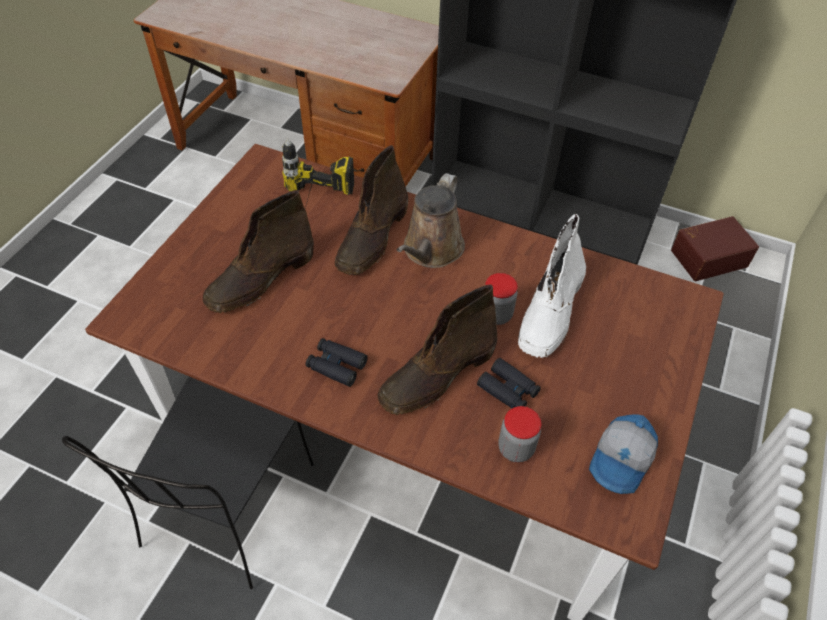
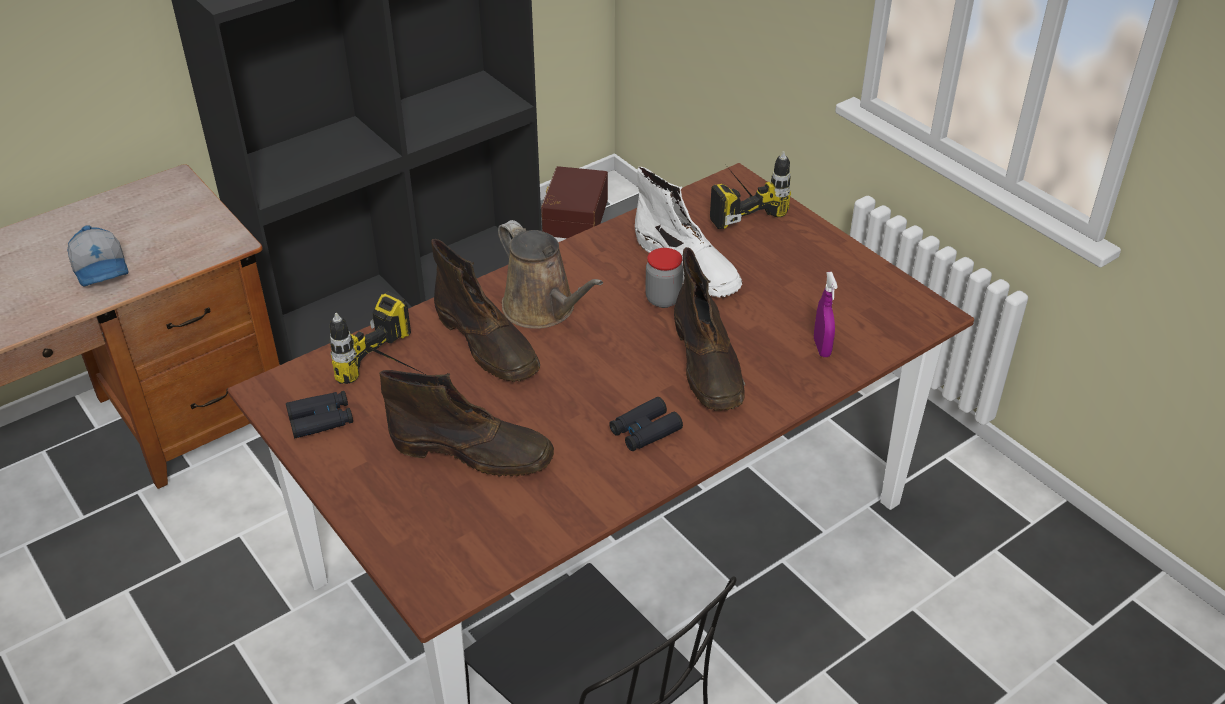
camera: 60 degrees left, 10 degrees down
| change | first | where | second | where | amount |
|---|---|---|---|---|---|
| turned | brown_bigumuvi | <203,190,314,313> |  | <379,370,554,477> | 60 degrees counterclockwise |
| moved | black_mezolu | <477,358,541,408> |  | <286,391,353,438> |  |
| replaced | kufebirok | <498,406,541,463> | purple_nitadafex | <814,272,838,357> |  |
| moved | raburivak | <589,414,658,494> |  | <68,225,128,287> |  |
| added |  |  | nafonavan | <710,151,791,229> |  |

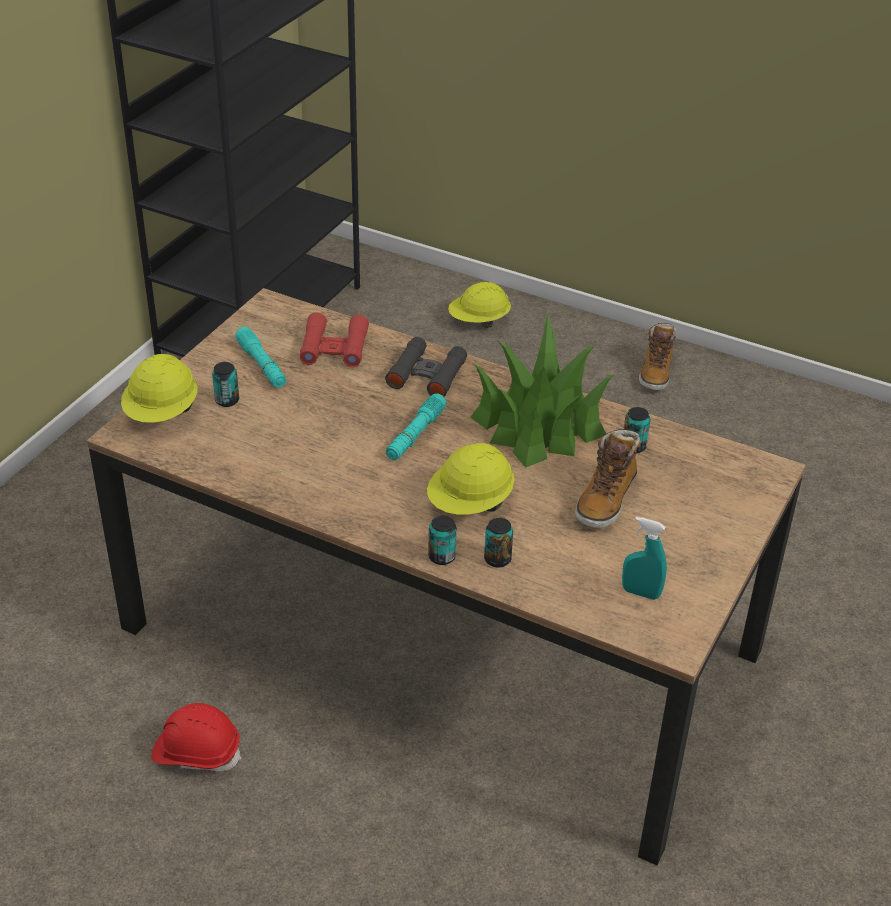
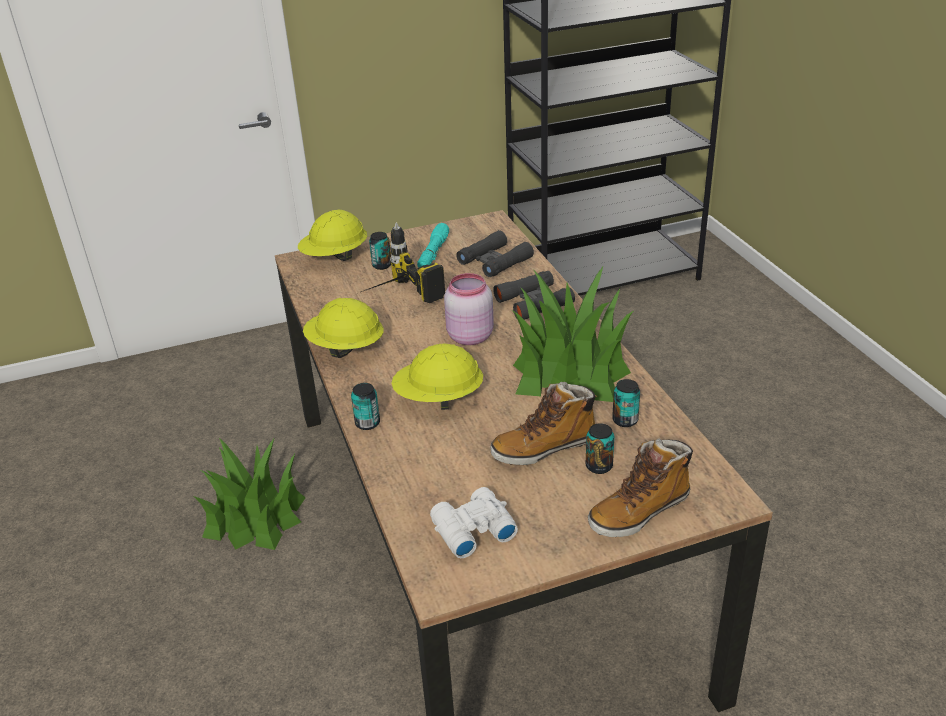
camera: 45 degrees right, 5 degrees down
| change | first | where | second | where | amount |
|---|---|---|---|---|---|
| moved | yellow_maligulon | <448,282,511,328> |  | <303,298,384,358> |  |
| recoloured | red_mezolu | <300,312,369,367> | black_mezolu | <456,230,534,277> |  |
| moved | bigumuvi | <639,323,676,390> |  | <588,439,693,537> |  |
| replaced | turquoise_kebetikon | <386,393,446,460> | pink_kufebirok | <444,273,494,345> |  |
| replaced | turquoise_nitadafex | <622,517,667,600> | white_mezolu | <430,487,518,558> |  |
| moved | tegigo | <484,518,513,568> |  | <586,423,615,474> |  |
| replaced | red_maligulon | <151,703,242,771> | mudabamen | <194,438,305,550> |  |
| added |  |  | nafonavan | <361,222,445,303> |  |

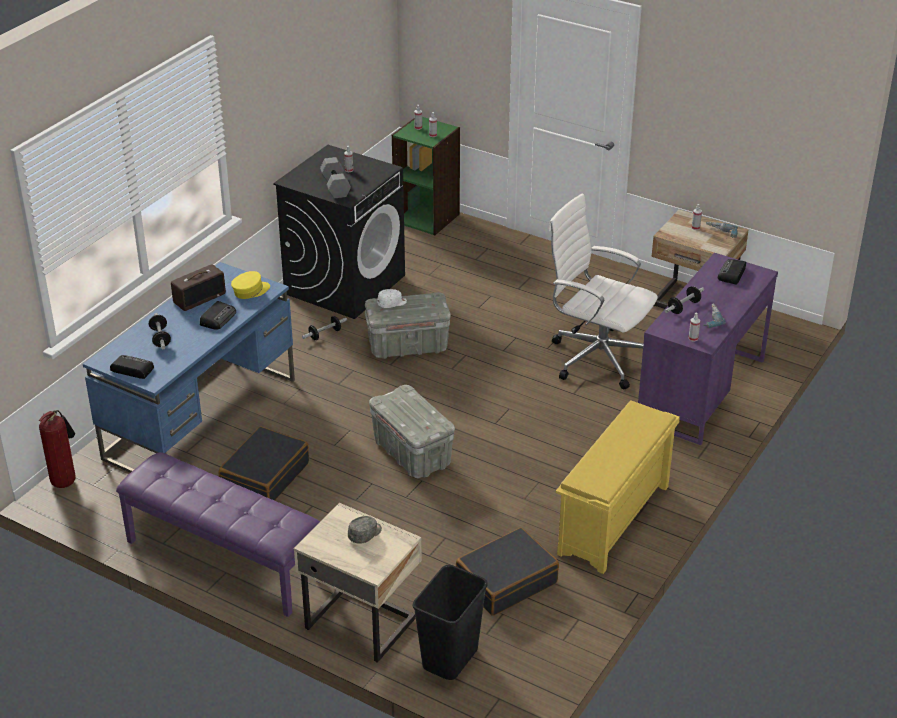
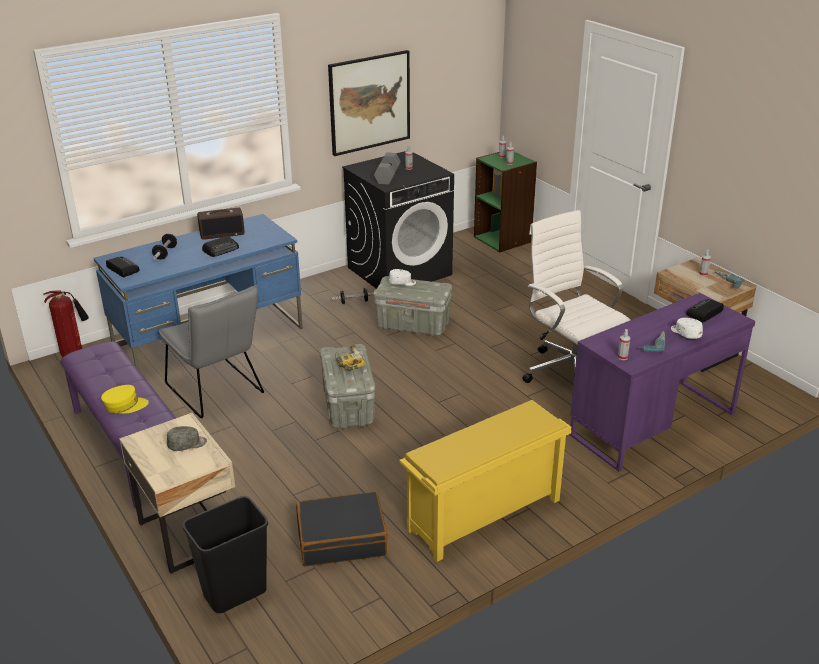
camera: 25 degrees right, 5 degrees down
| change | first | where | second | where | amount |
|---|---|---|---|---|---|
| moved | yellow_raburivak | <231,271,270,299> |  | <101,385,149,413> |  |
| removed | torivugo | <665,286,704,314> |  |  |  |
| replaced | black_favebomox | <219,427,309,501> | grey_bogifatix | <159,285,264,418> |  |
| added |  |  | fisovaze | <328,50,410,156> |  |
| added |  |  | white_raburivak | <671,318,703,339> |  |
| added |  |  | nafonavan | <335,345,365,372> |  |

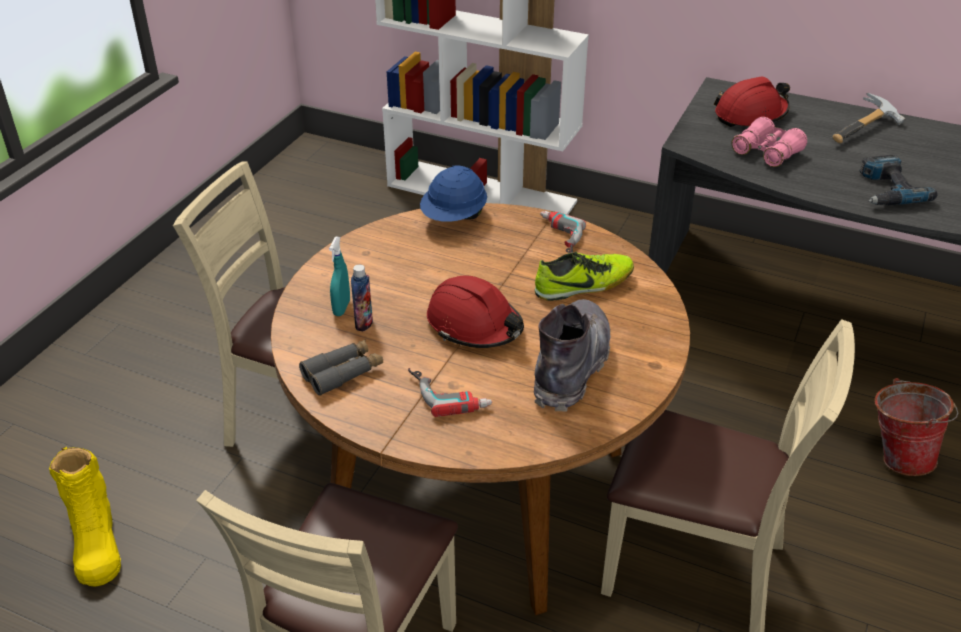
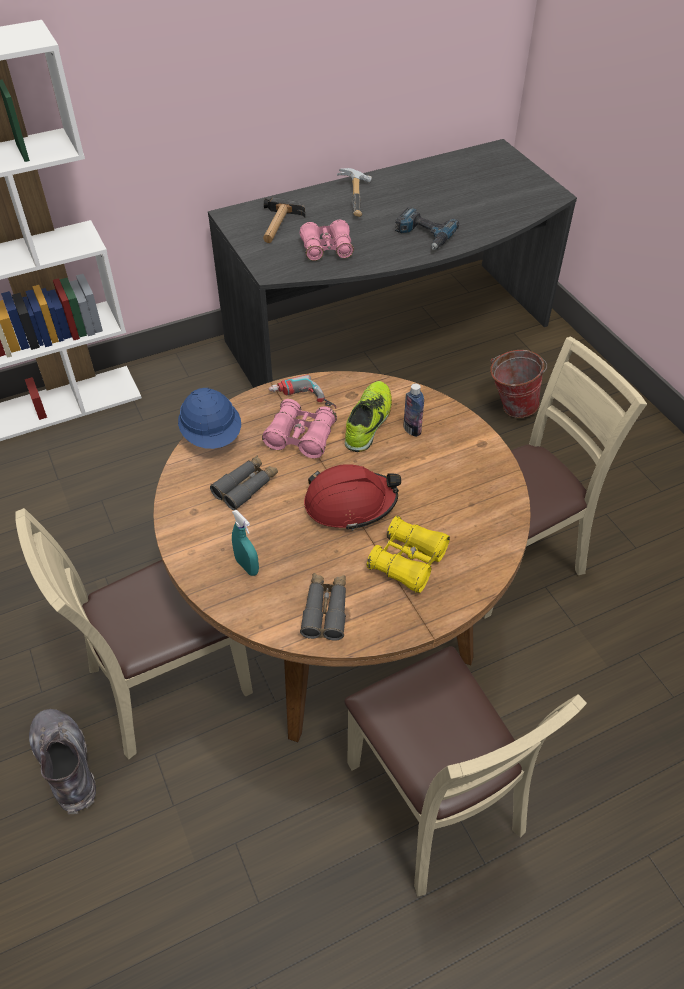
camera: 50 degrees left, 10 degrees up
| change | first | where | second | where | amount |
|---|---|---|---|---|---|
| replaced | red_maligulon | <714,76,790,127> | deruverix | <263,197,305,243> |  |
| moved | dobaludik | <351,265,373,331> |  | <403,384,424,437> |  |
| moved | grey_bigumuvi | <534,299,611,411> |  | <29,709,96,814> |  |
| replaced | nafonavan | <408,368,492,417> | yellow_mezolu | <367,516,450,593> |  |
| removed | yellow_bigumuvi | <49,447,121,587> |  |  |  |
| added |  |  | pink_mezolu | <262,399,337,459> |  |
| added |  |  | grey_mezolu | <210,455,278,510> |  |

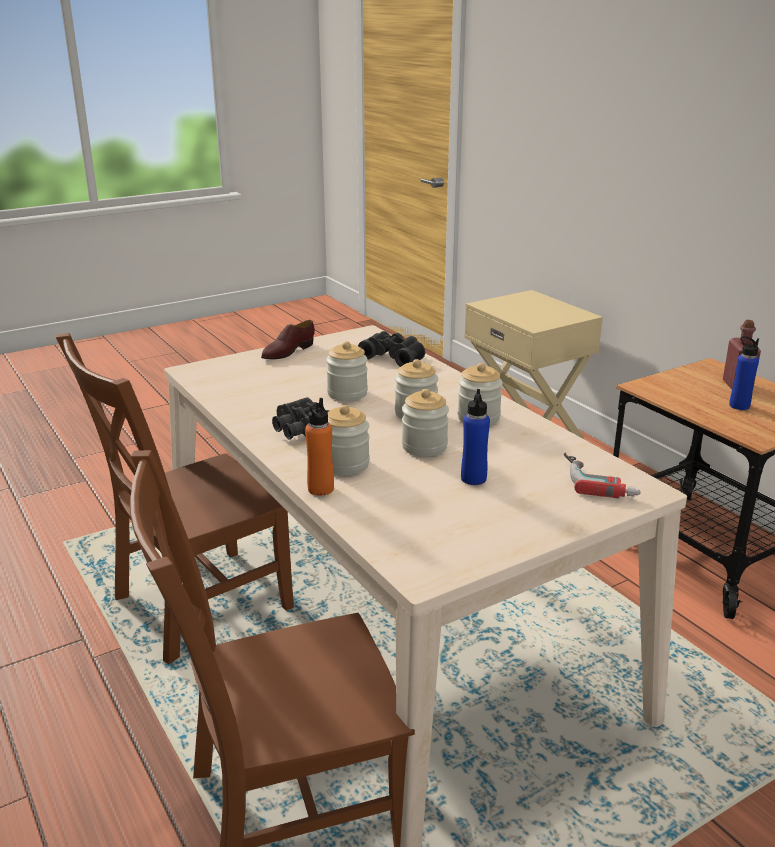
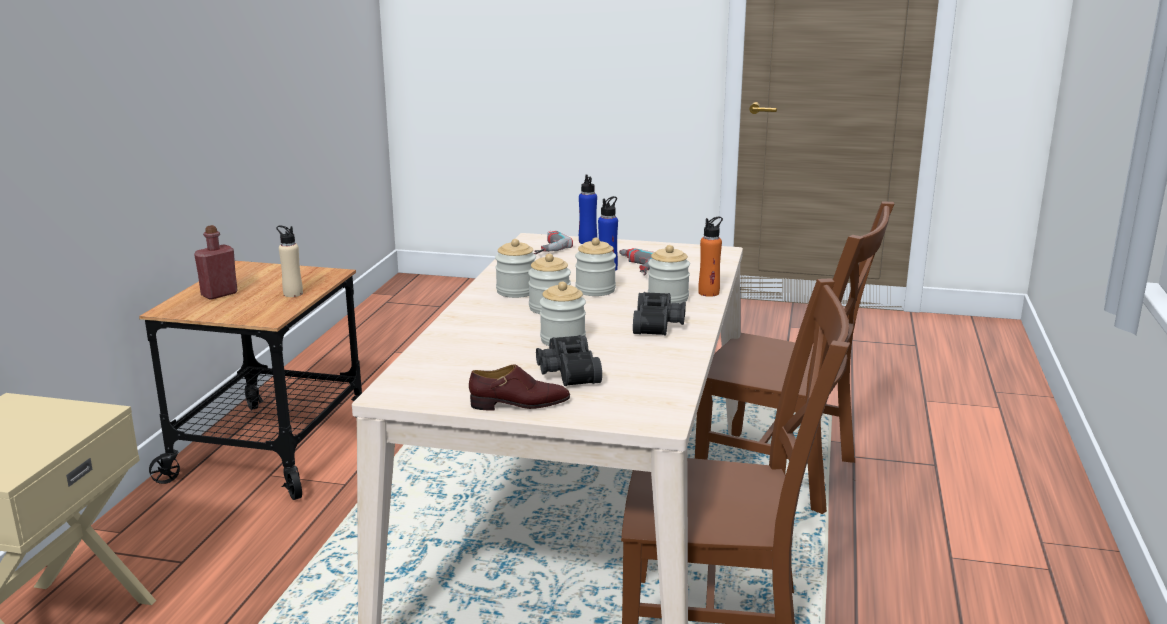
camera: 135 degrees left, 5 degrees down
| change | first | where | second | where | amount |
|---|---|---|---|---|---|
| moved | black_mezolu | <358,331,425,367> |  | <536,335,602,386> |  |
| moved | blue_dobaludik | <729,336,759,410> |  | <579,175,597,244> |  |
| added |  |  | beige_dobaludik | <276,225,303,297> |  |
| added |  |  | nafonavan | <619,248,654,276> |  |

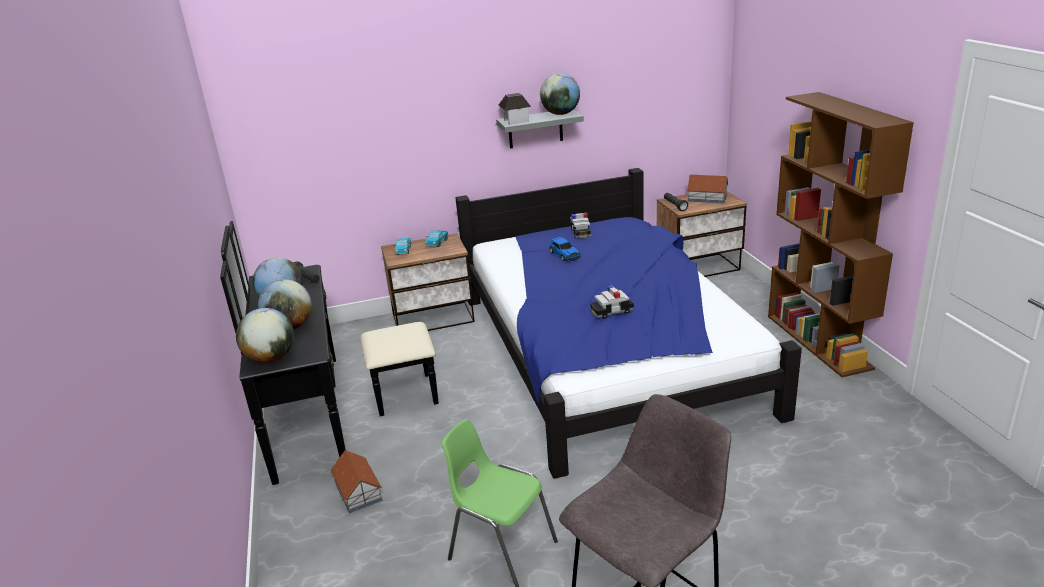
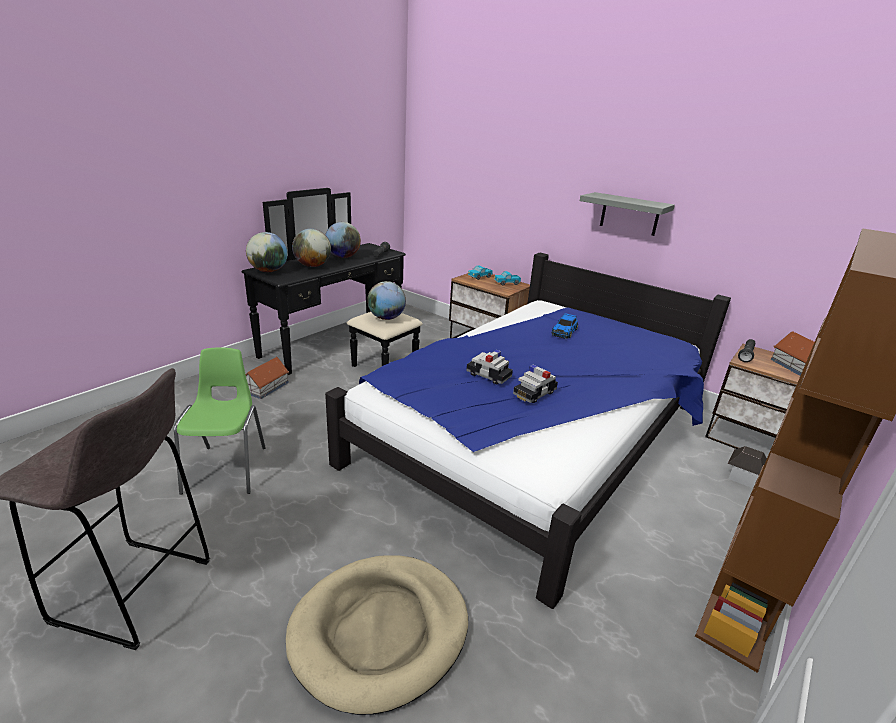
camera: 50 degrees right, 0 degrees up
| change | first | where | second | where | amount |
|---|---|---|---|---|---|
| moved | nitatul | <540,73,580,115> |  | <367,281,406,320> |  |
| moved | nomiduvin | <499,93,531,125> |  | <728,446,767,488> |  |
| moved | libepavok | <570,213,591,238> |  | <513,365,558,403> |  |
| added |  |  | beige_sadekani | <286,555,468,715> |  |

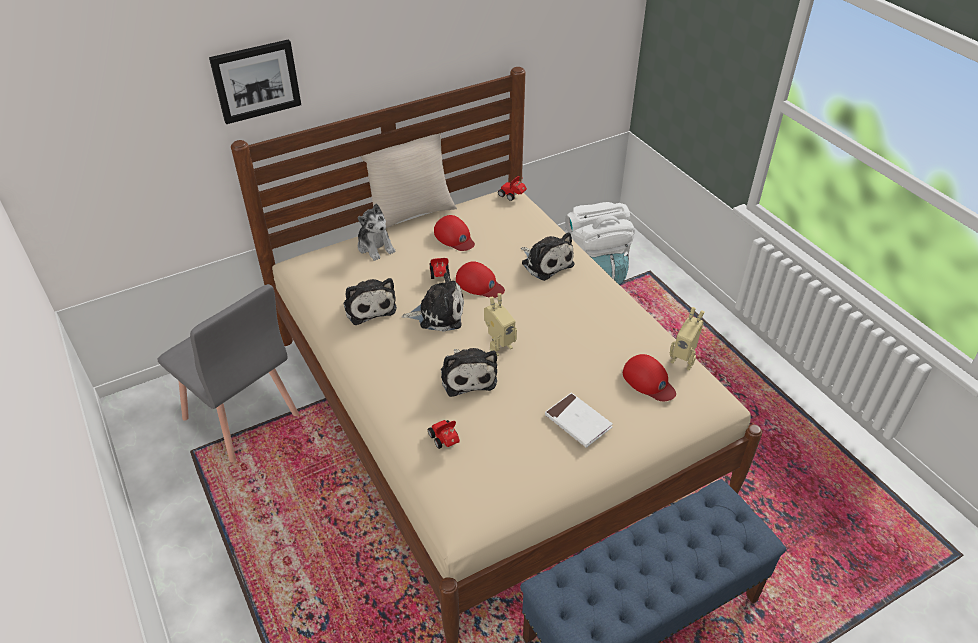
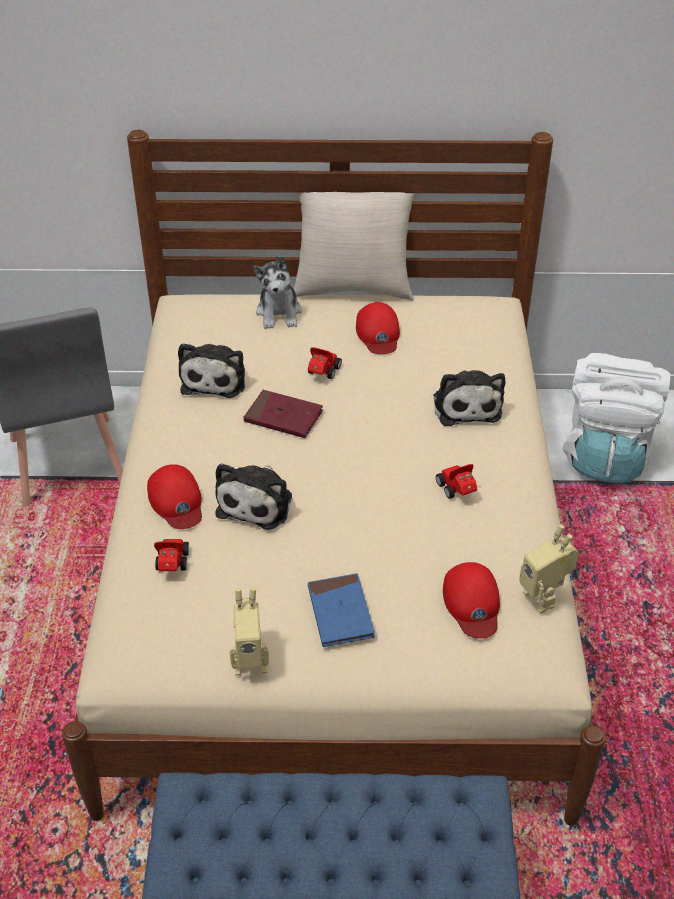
camera: 30 degrees right, 0 degrees up
| change | first | where | second | where | amount |
|---|---|---|---|---|---|
| removed | fisovaze | <209,39,301,124> |  |  |  |
| moved | libepavok | <498,176,527,201> |  | <436,464,477,499> |  |
| moved | red_raburivak | <456,261,505,298> |  | <147,464,202,529> |  |
| replaced | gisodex | <401,273,464,332> | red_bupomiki | <243,390,323,438> |  |
| moved | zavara | <484,293,517,356> |  | <230,587,269,675> |  |
| recoloured | white_bupomiki | <545,393,612,448> | blue_bupomiki | <308,573,375,647> |  |

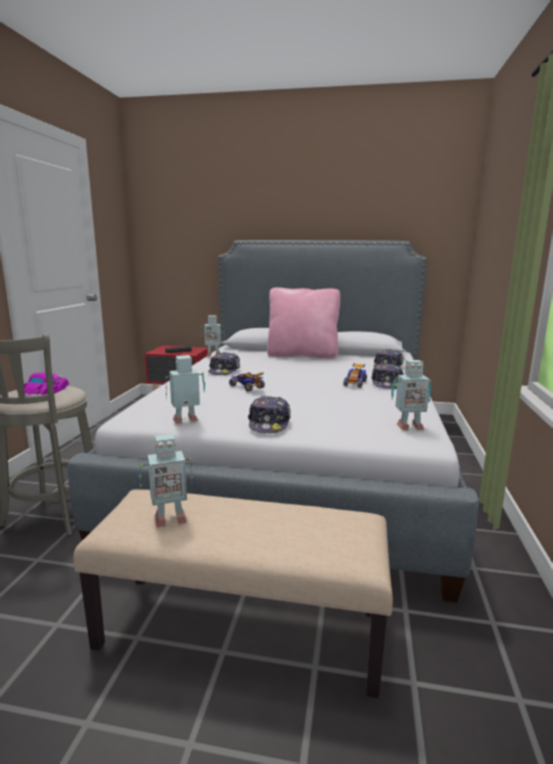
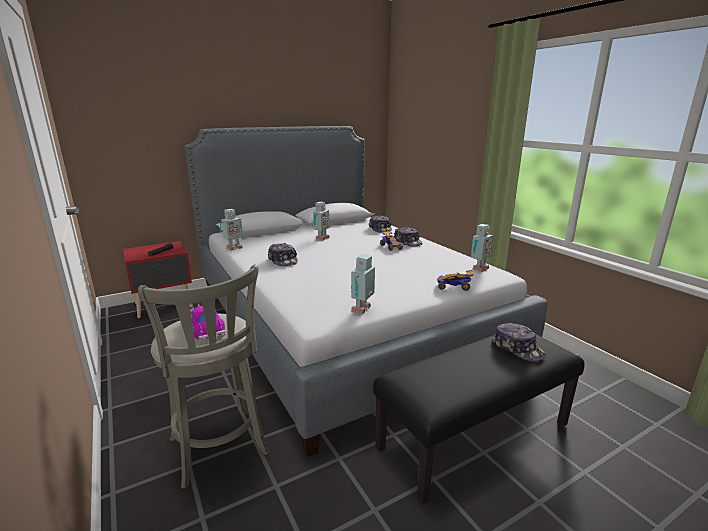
camera: 40 degrees left, 5 degrees up
| change | first | where | second | where | amount |
|---|---|---|---|---|---|
| removed | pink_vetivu | <267,287,340,358> |  |  |  |
| moved | libepavok | <229,372,265,392> |  | <437,270,474,291> |  |
| moved | raburivak | <248,396,291,433> |  | <492,323,546,361> |  |
| moved | zavara | <139,434,193,527> |  | <313,202,330,240> |  |
| recoloured | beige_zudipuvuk | <73,489,393,698> | black_zudipuvuk | <373,334,584,504> |  |

